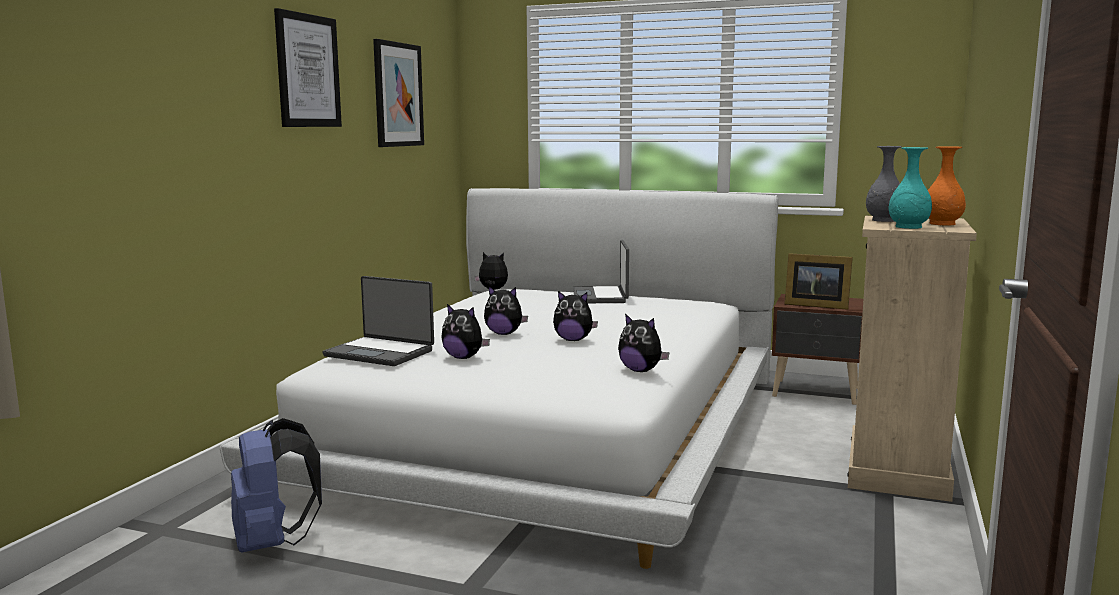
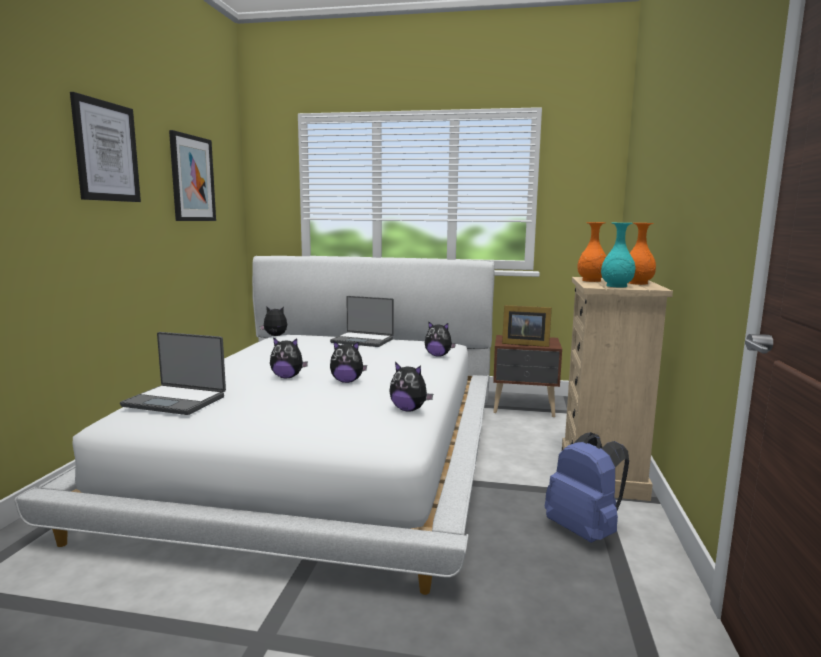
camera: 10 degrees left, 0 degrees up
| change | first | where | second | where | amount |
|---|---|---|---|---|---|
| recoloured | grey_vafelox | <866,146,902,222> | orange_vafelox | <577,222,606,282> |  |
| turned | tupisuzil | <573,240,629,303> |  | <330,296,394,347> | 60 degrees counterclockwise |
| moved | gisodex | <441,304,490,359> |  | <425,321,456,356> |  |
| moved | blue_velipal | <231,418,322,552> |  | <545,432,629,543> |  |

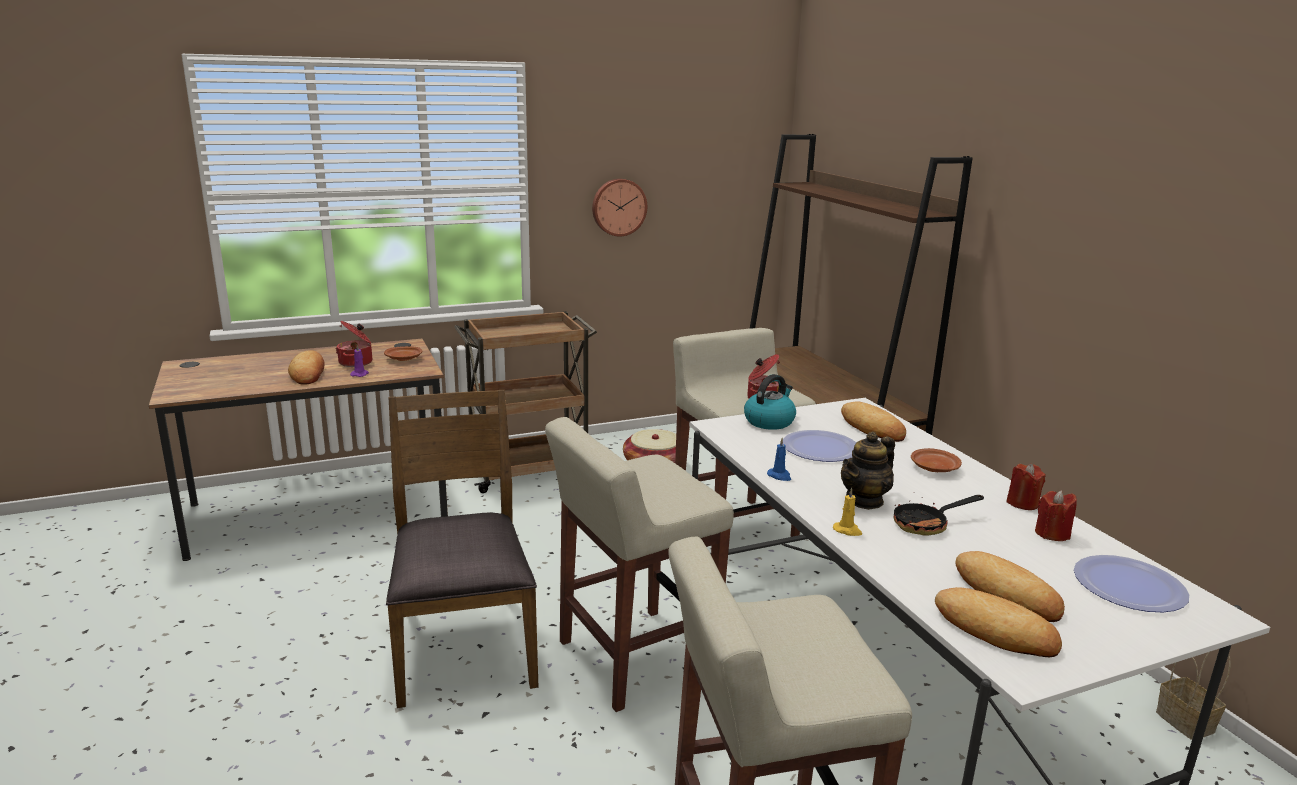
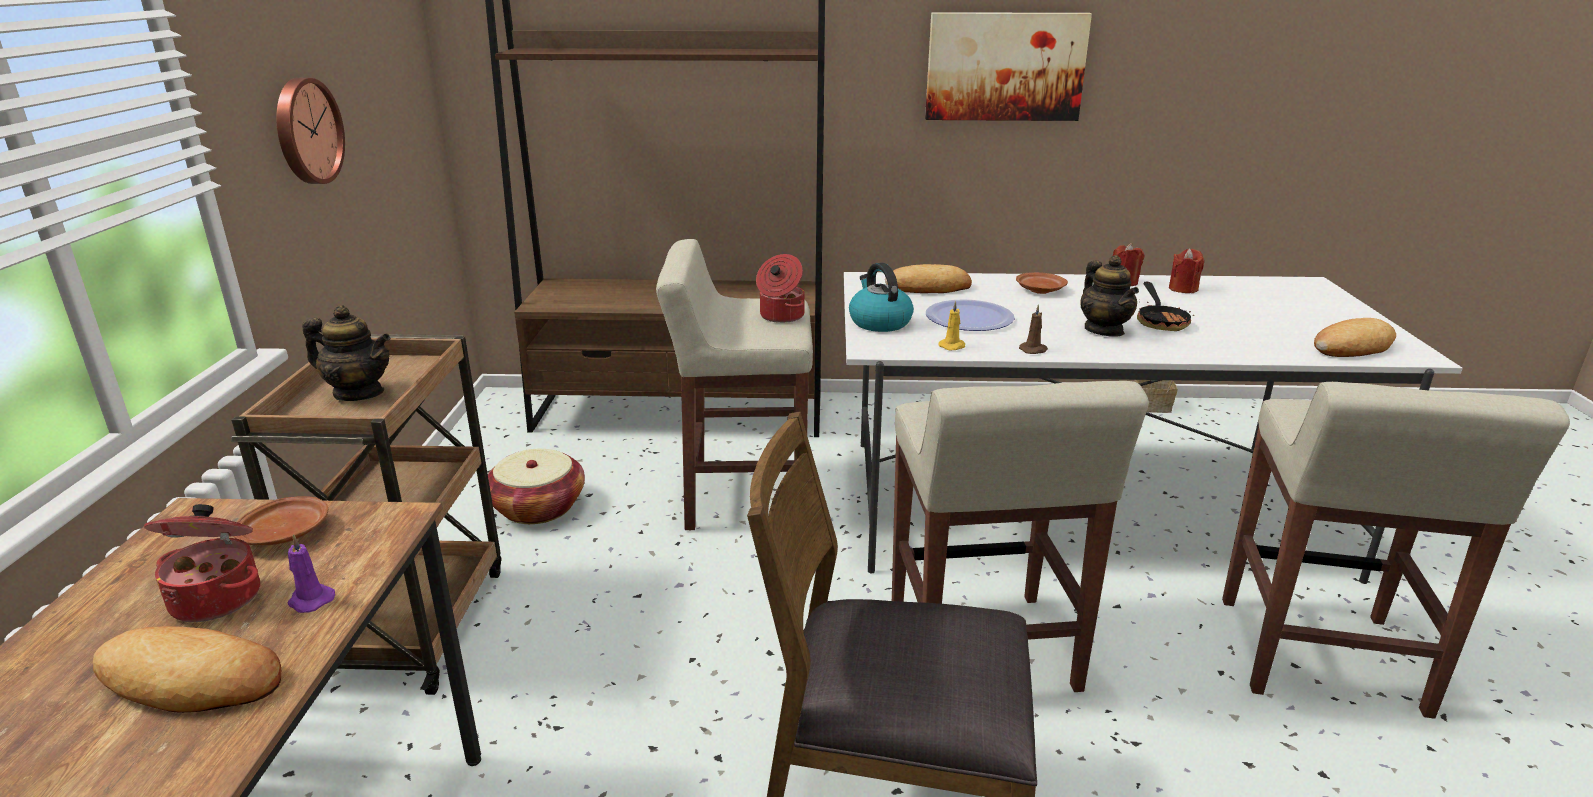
camera: 65 degrees left, 5 degrees up
| change | first | where | second | where | amount |
|---|---|---|---|---|---|
| recoloured | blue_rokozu | <767,438,791,481> | brown_rokozu | <1019,304,1048,354> |  |
| moved | yellow_rokozu | <833,488,862,536> |  | <938,301,965,350> |  |
| removed | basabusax | <955,551,1065,622> |  |  |  |
| removed | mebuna | <1074,555,1189,612> |  |  |  |
| added |  |  | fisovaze | <925,12,1092,121> |  |
| added |  |  | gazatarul | <302,305,391,401> |  |

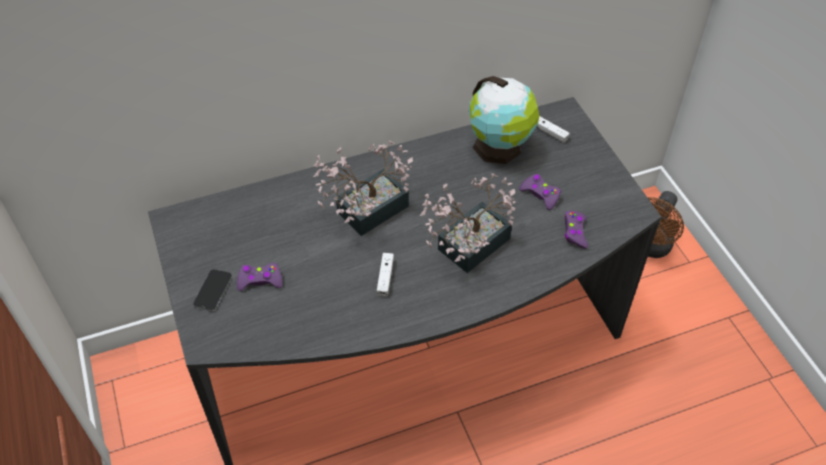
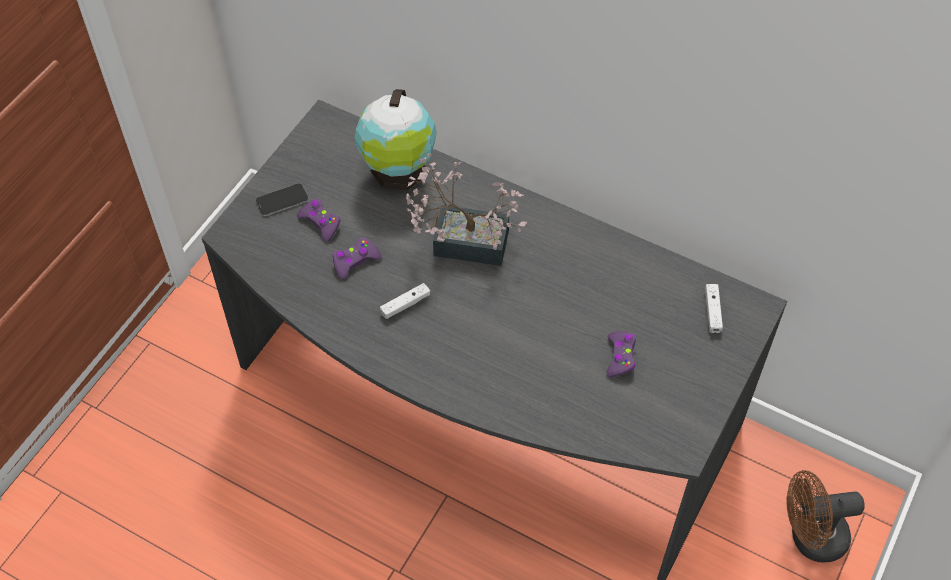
camera: 50 degrees right, 5 degrees up
| change | first | where | second | where | amount |
|---|---|---|---|---|---|
| moved | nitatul | <469,76,539,164> |  | <355,89,437,191> |  |
| removed | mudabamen | <419,173,516,273> |  |  |  |
| moved | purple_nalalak | <565,211,588,249> |  | <333,237,381,279> |  |

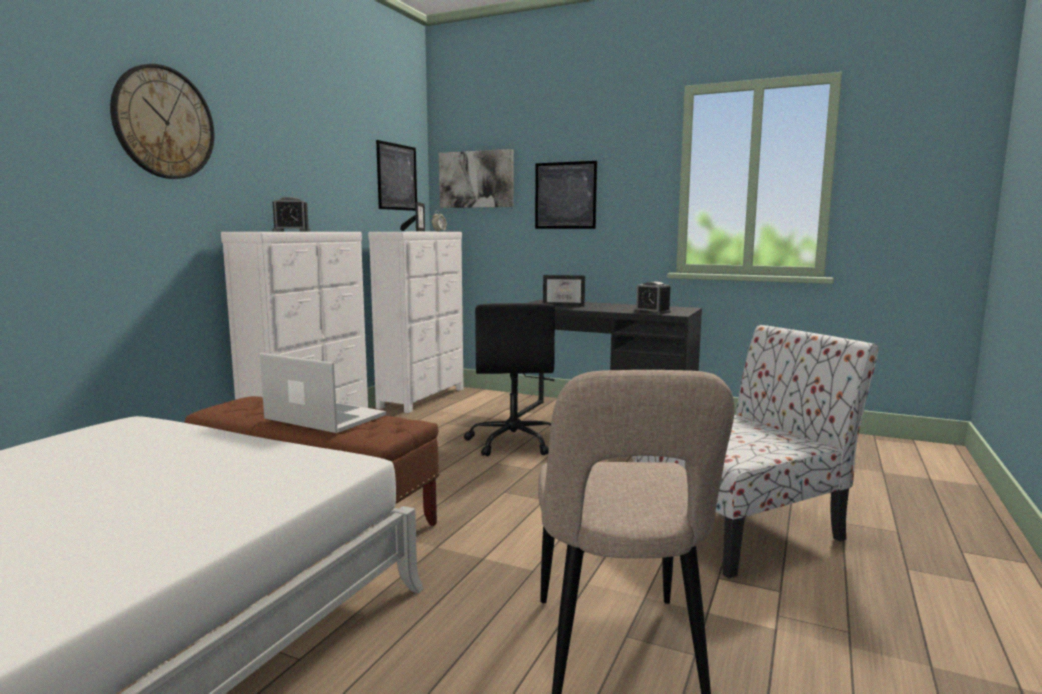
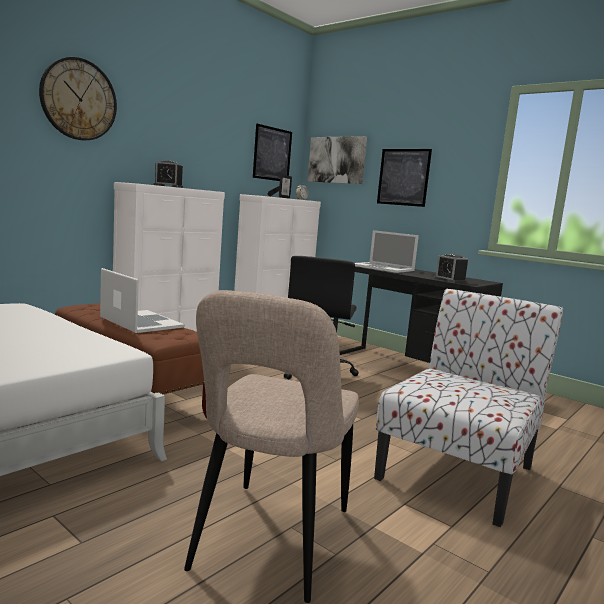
camera: 15 degrees right, 0 degrees up
| change | first | where | second | where | amount |
|---|---|---|---|---|---|
| replaced | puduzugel | <543,275,585,307> | tupisuzil | <355,230,419,273> |  |
| turned | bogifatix | <633,325,878,578> |  | <374,289,563,527> | 45 degrees counterclockwise |

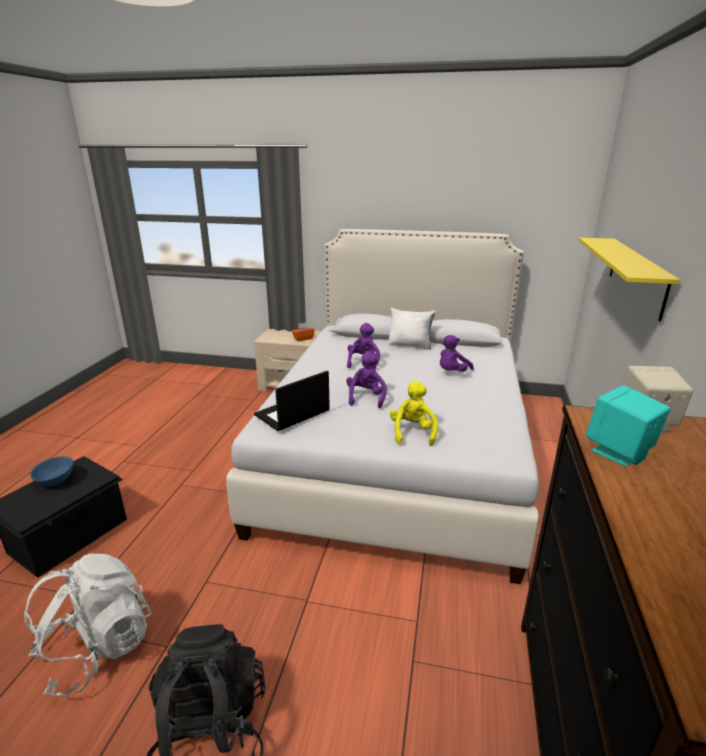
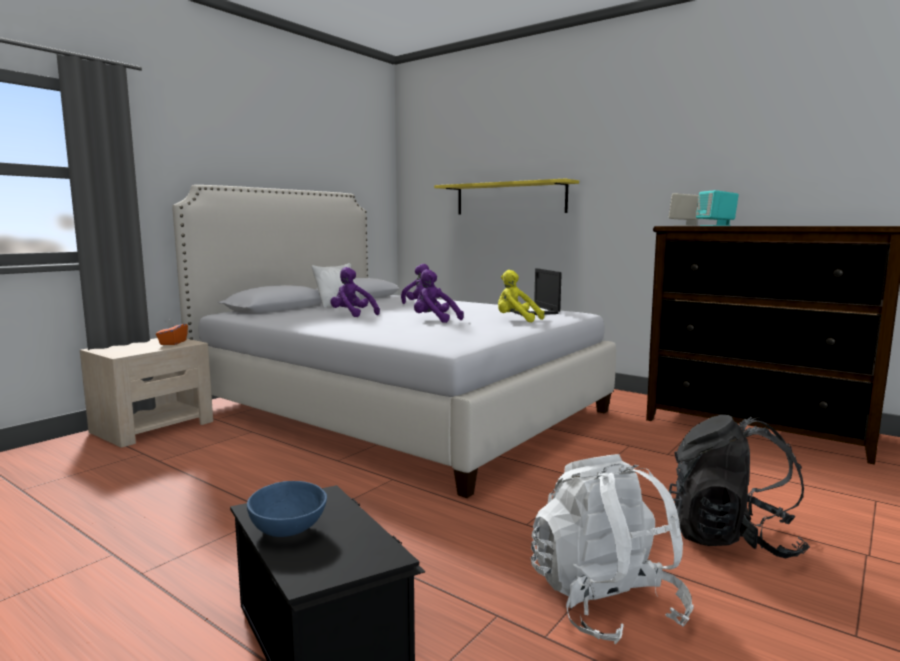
camera: 65 degrees left, 15 degrees down
| change | first | where | second | where | amount |
|---|---|---|---|---|---|
| moved | tupisuzil | <254,371,330,431> |  | <512,268,562,315> |  |

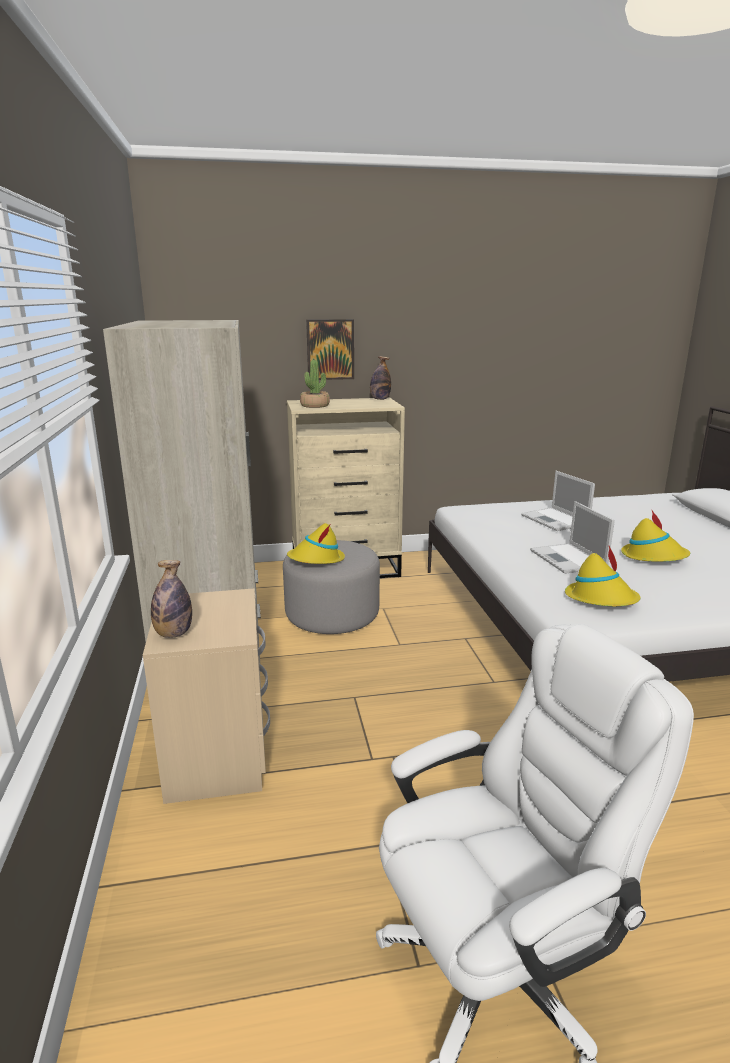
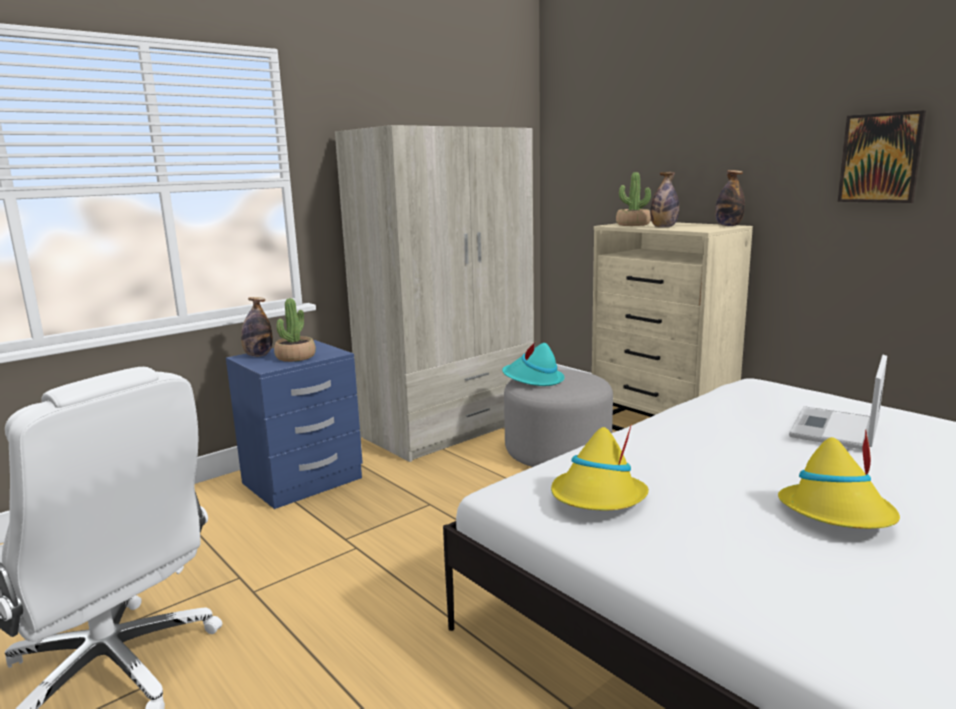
camera: 60 degrees right, 5 degrees down
| change | first | where | second | where | amount |
|---|---|---|---|---|---|
| moved | fisovaze | <306,319,354,380> |  | <838,110,926,203> |  |
| removed | tupisuzil | <530,501,615,574> |  |  |  |
| recoloured | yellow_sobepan | <287,523,345,564> | turquoise_sobepan | <502,342,565,386> |  |
| recoloured | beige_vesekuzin | <143,588,270,804> | blue_vesekuzin | <226,340,363,509> |  |
| added |  |  | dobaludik | <650,172,679,227> |  |
| added |  |  | mudabamen | <274,298,316,362> |  |

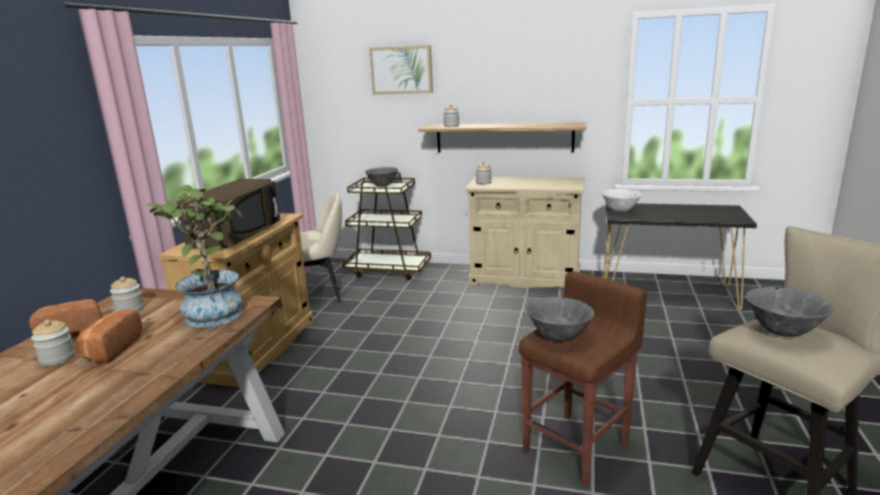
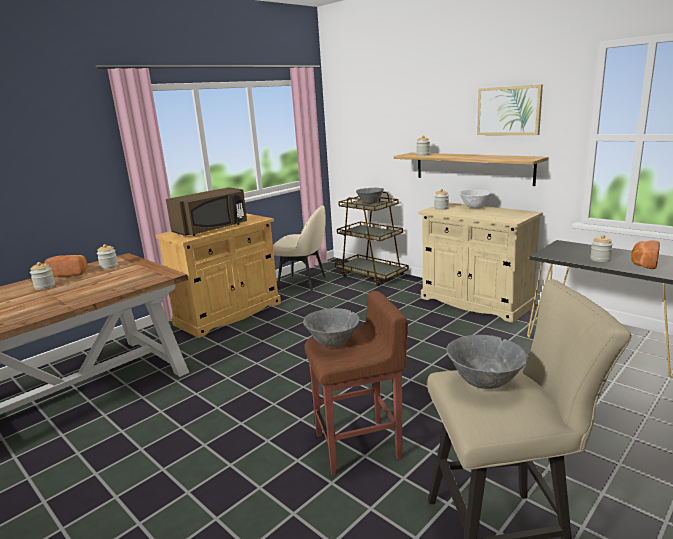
camera: 30 degrees right, 0 degrees up
| change | first | where | second | where | amount |
|---|---|---|---|---|---|
| moved | fisovaze | <369,45,433,94> |  | <477,84,543,135> |  |
| removed | mudabamen | <146,185,243,327> |  |  |  |
| moved | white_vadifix | <601,189,642,212> |  | <459,189,493,209> |  |
| moved | basabusax | <75,309,142,363> |  | <631,240,660,269> |  |
| added |  |  | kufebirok | <590,235,613,262> |  |

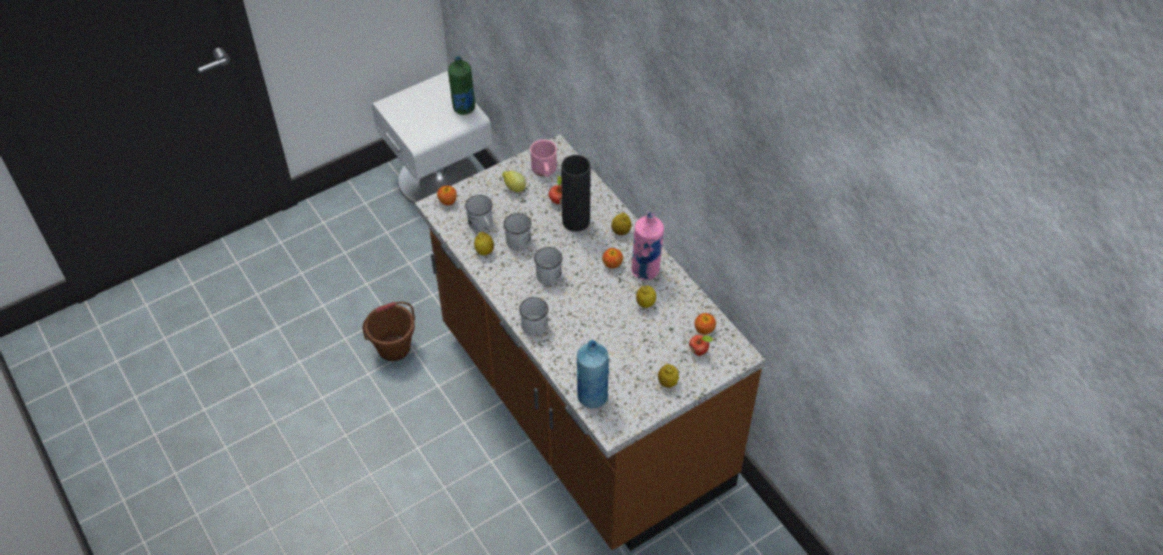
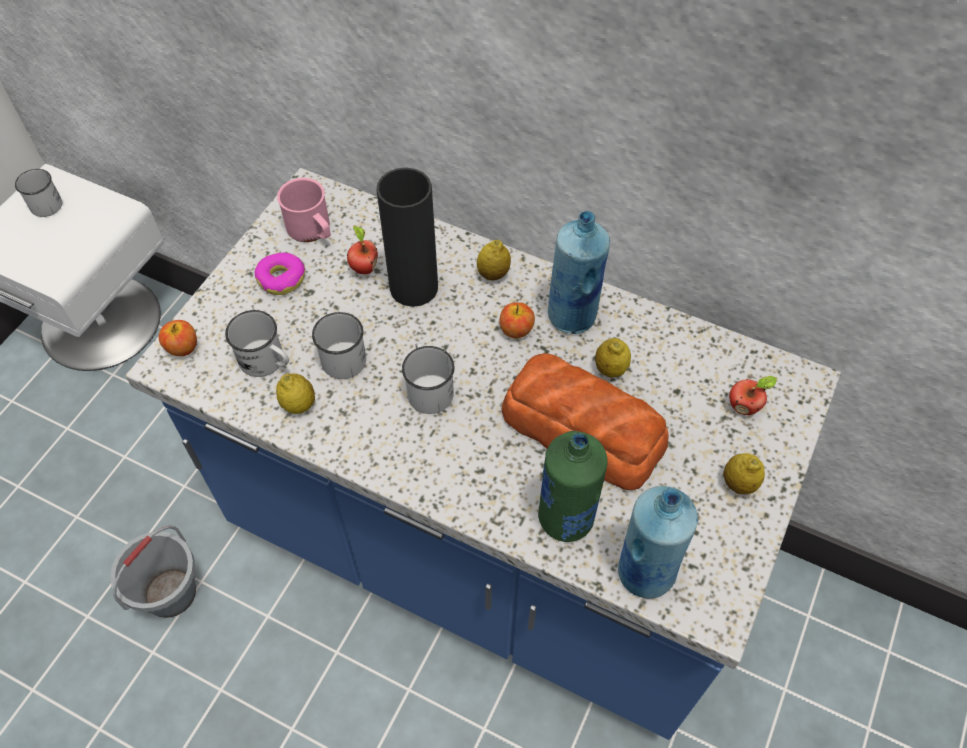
camera: 30 degrees left, 5 degrees up
| change | first | where | second | where | amount |
|---|---|---|---|---|---|
| moved | green_dobaludik | <448,56,475,115> |  | <538,431,608,542> |  |
| recoloured | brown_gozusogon | <415,135,765,551> | blue_gozusogon | <125,168,841,740> |  |
| replaced | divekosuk | <502,171,526,192> | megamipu | <255,253,306,295> |  |
| recoloured | pink_dobaludik | <632,212,664,280> | blue_dobaludik | <548,211,610,334> |  |
| moved | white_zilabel | <519,295,548,336> |  | <15,169,62,217> |  |
| recoloured | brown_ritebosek | <362,301,415,361> | grey_ritebosek | <110,526,196,618> |  |
| removed | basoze | <695,313,716,335> |  |  |  |
| added |  |  | basabusax | <502,353,669,490> |  |

